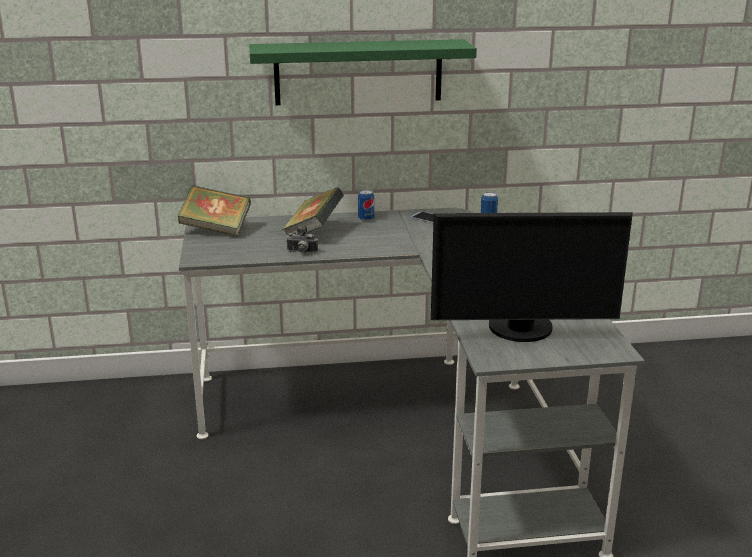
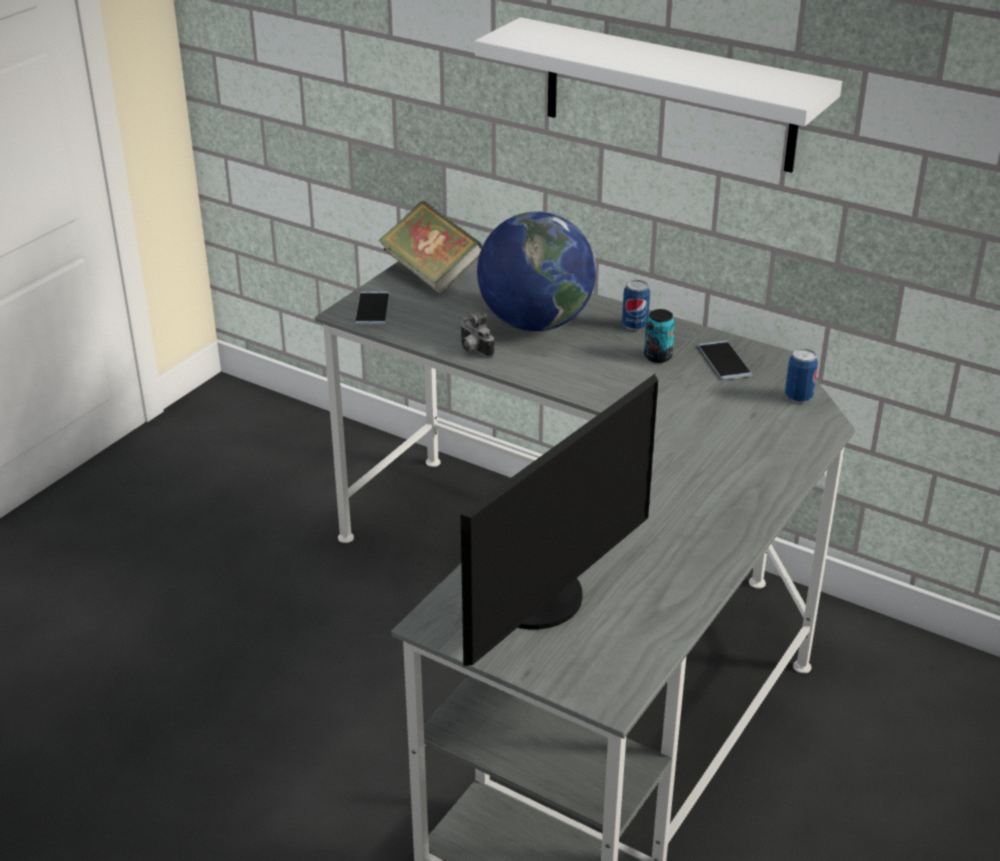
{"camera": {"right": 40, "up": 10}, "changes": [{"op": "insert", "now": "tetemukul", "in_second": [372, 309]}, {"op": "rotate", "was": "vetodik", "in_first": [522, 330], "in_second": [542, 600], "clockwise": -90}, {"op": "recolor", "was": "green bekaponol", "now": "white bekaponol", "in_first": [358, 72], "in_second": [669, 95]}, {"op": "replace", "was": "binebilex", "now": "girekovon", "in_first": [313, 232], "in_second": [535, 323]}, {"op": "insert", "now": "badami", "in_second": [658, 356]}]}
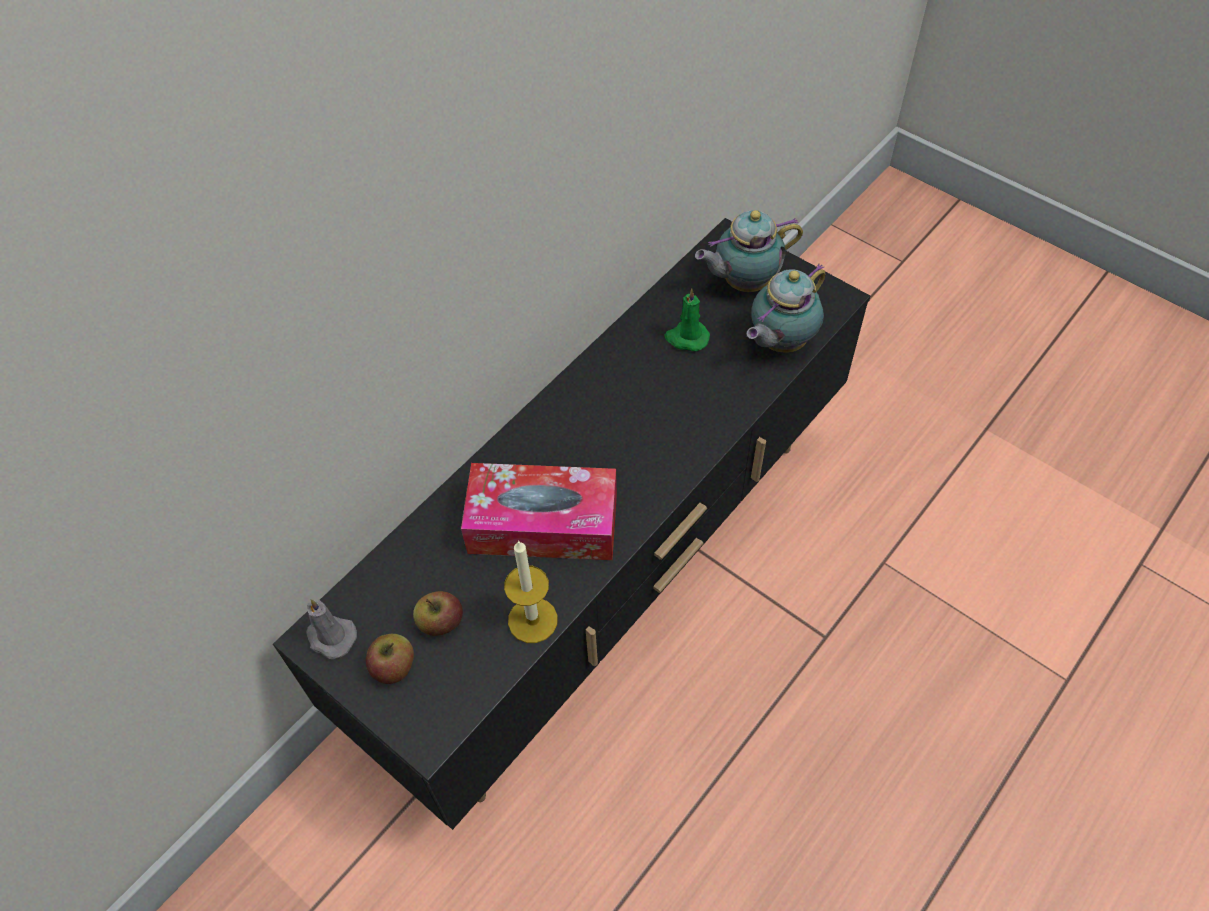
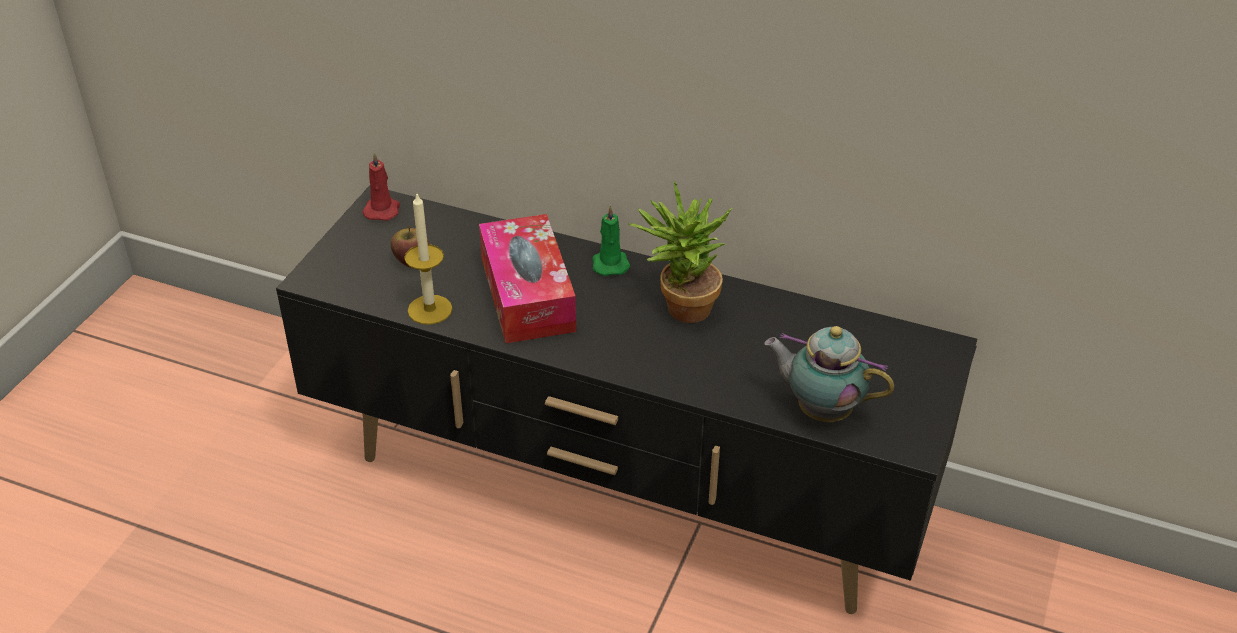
{"camera": {"right": 70, "up": -15}, "changes": [{"op": "recolor", "was": "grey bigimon", "now": "red bigimon", "in_first": [330, 637], "in_second": [382, 209]}, {"op": "move", "was": "green bigimon", "in_first": [686, 338], "in_second": [610, 263]}, {"op": "insert", "now": "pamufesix", "in_second": [679, 309]}, {"op": "delete", "was": "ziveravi", "in_first": [394, 667]}, {"op": "delete", "was": "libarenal", "in_first": [743, 283]}]}
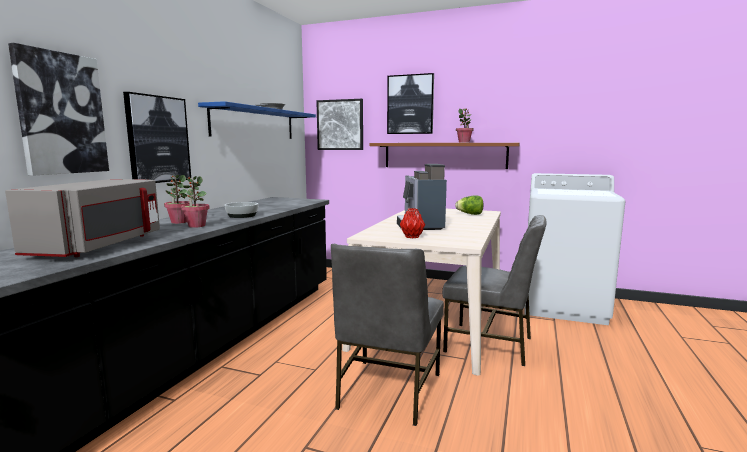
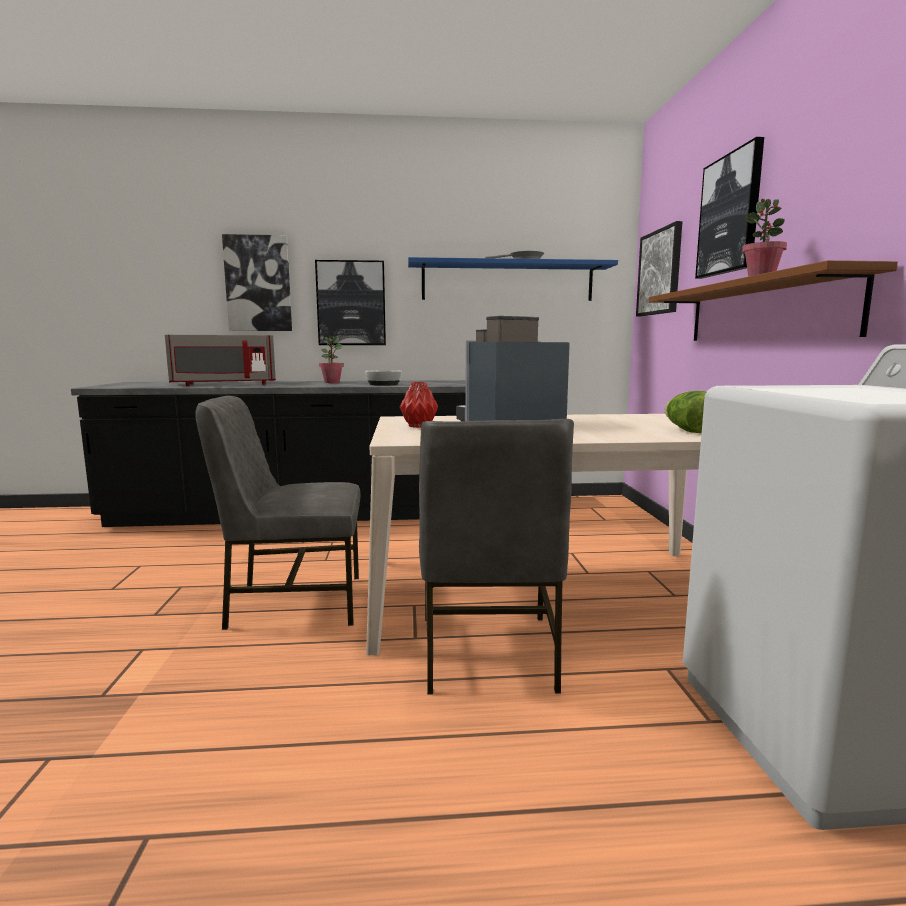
{"camera": {"right": 65, "up": 0}, "changes": [{"op": "delete", "was": "pamufesix", "in_first": [196, 226]}]}
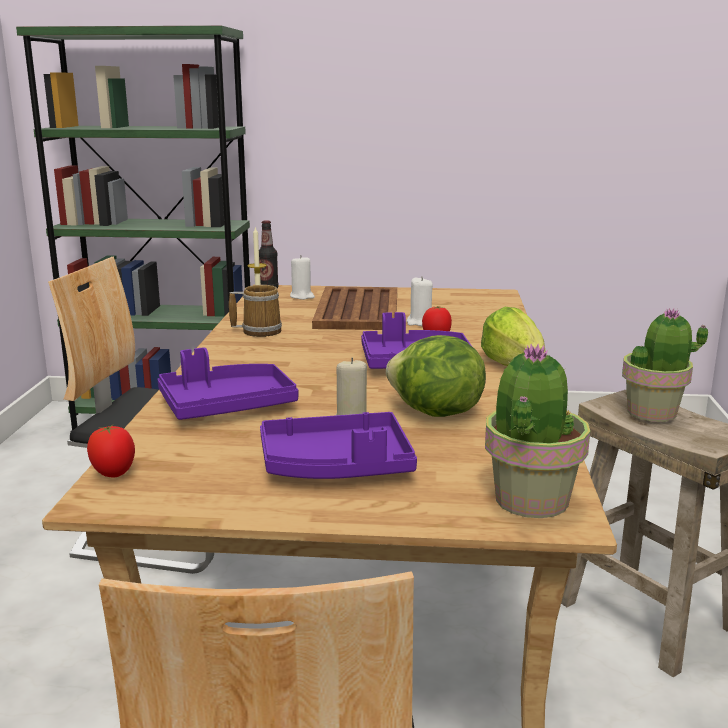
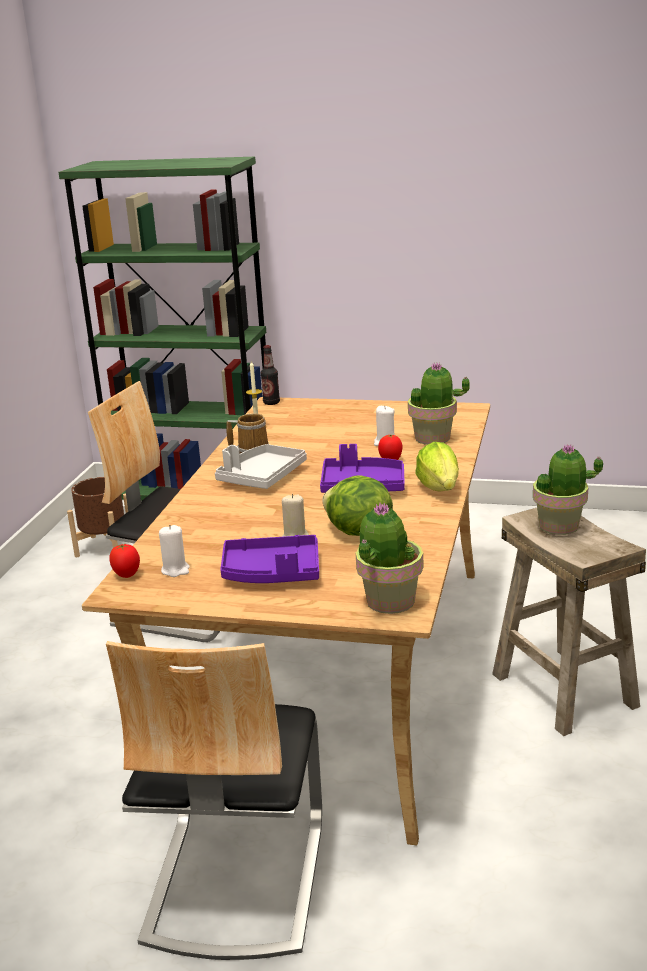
{"camera": {"right": 10, "up": 5}, "changes": [{"op": "insert", "now": "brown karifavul", "in_second": [104, 547]}, {"op": "move", "was": "white bigimon", "in_first": [302, 296], "in_second": [175, 570]}, {"op": "insert", "now": "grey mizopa", "in_second": [262, 477]}, {"op": "insert", "now": "pamufesix", "in_second": [433, 438]}, {"op": "delete", "was": "purple mizopa", "in_first": [226, 406]}, {"op": "delete", "was": "brown mizopa", "in_first": [358, 310]}]}
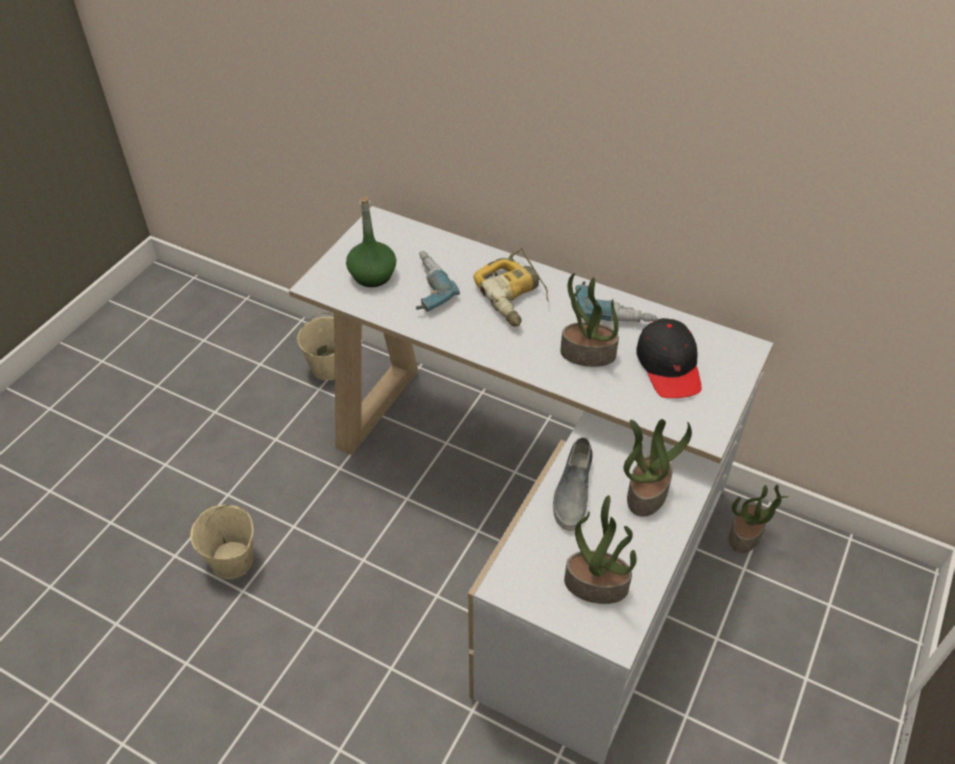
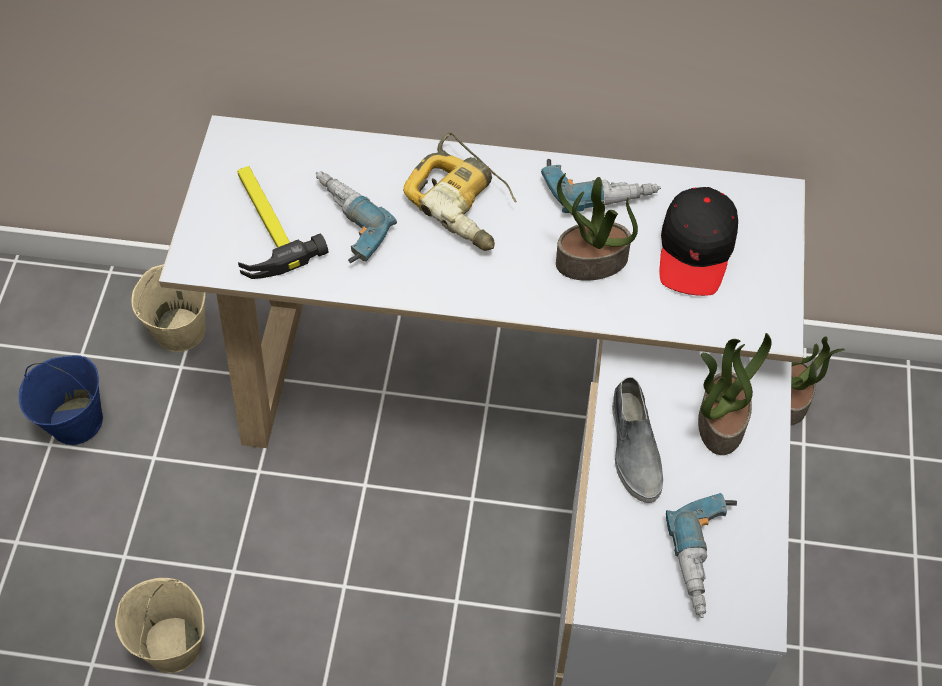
{"camera": {"right": -20, "up": 10}, "changes": [{"op": "insert", "now": "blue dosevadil", "in_second": [76, 421]}, {"op": "replace", "was": "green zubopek", "now": "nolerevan", "in_first": [372, 275], "in_second": [264, 225]}, {"op": "rotate", "was": "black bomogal", "in_first": [669, 366], "in_second": [696, 250], "clockwise": 45}, {"op": "replace", "was": "pamufesix", "now": "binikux", "in_first": [597, 584], "in_second": [709, 560]}]}
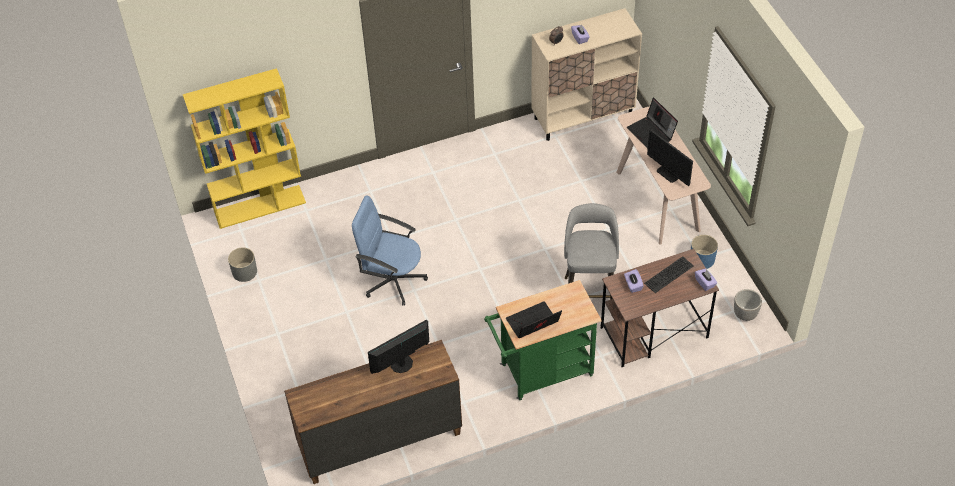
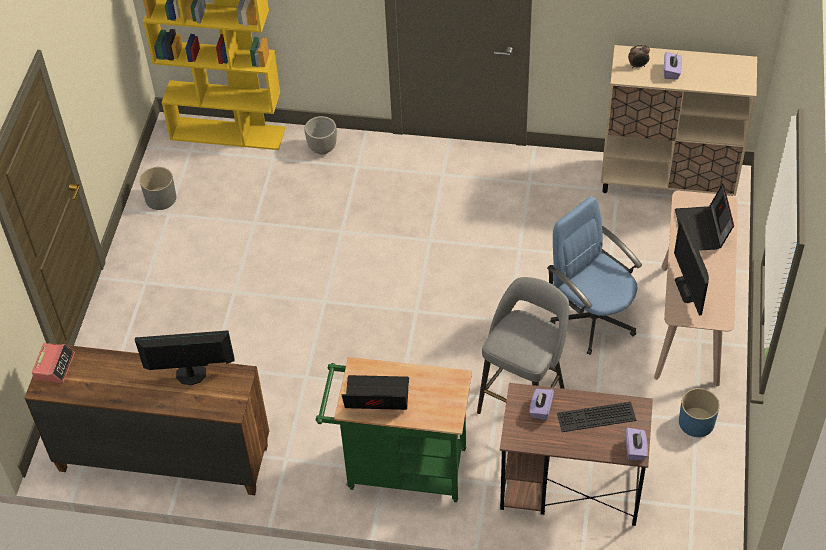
{"camera": {"right": 30, "up": 0}, "changes": [{"op": "insert", "now": "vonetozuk", "in_second": [54, 366]}, {"op": "move", "was": "karifavul", "in_first": [745, 315], "in_second": [322, 149]}, {"op": "move", "was": "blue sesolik", "in_first": [393, 280], "in_second": [592, 318]}]}
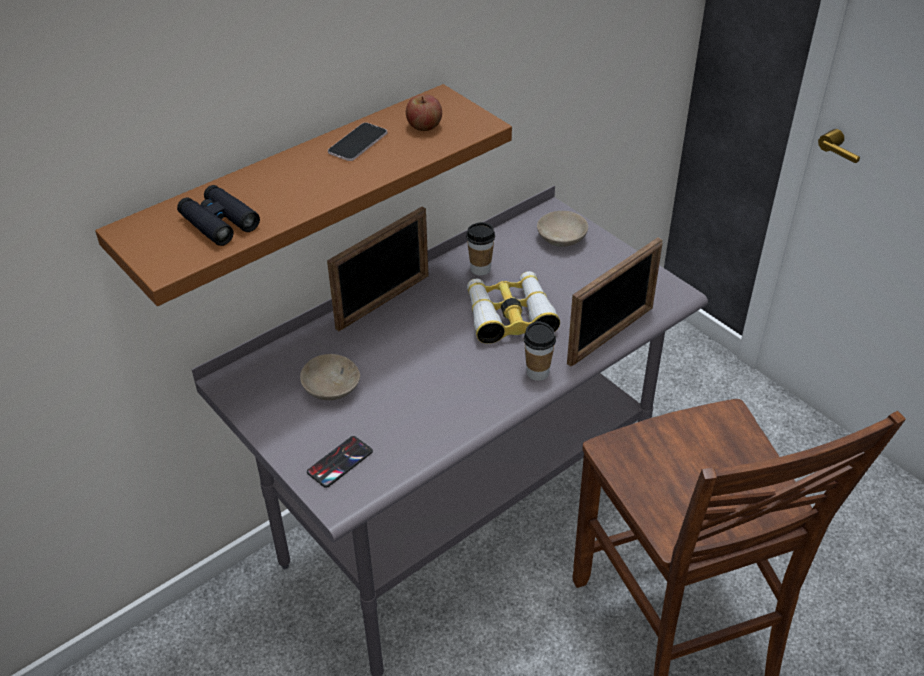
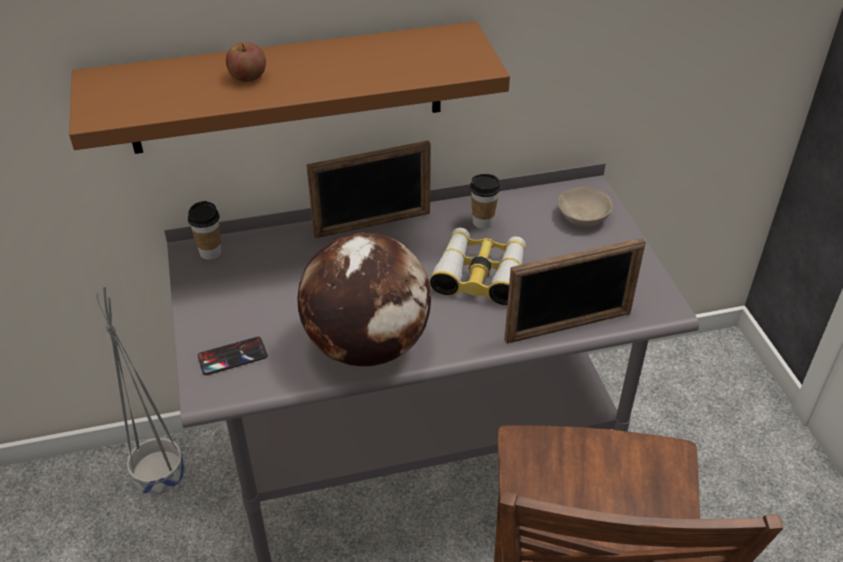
{"camera": {"right": 25, "up": 0}, "changes": [{"op": "insert", "now": "grey karifavul", "in_second": [159, 474]}, {"op": "move", "was": "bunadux", "in_first": [537, 373], "in_second": [210, 252]}, {"op": "move", "was": "ziveravi", "in_first": [424, 126], "in_second": [248, 77]}, {"op": "insert", "now": "girekovon", "in_second": [367, 345]}, {"op": "delete", "was": "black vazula", "in_first": [219, 222]}, {"op": "delete", "was": "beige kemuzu", "in_first": [329, 388]}, {"op": "delete", "was": "tetemukul", "in_first": [358, 143]}]}
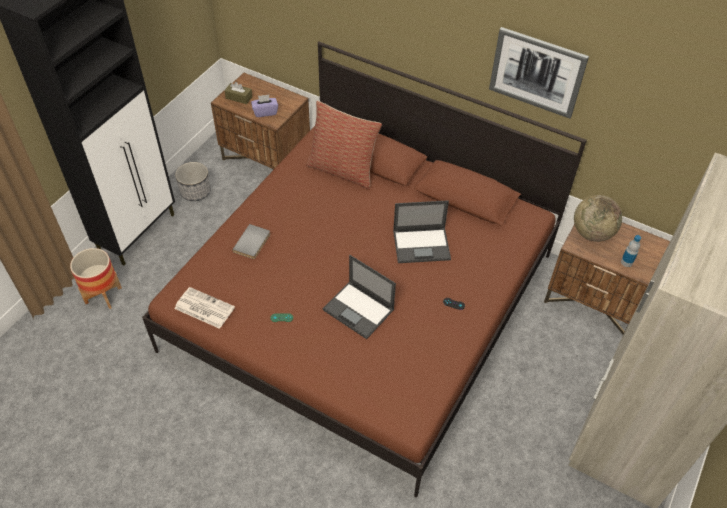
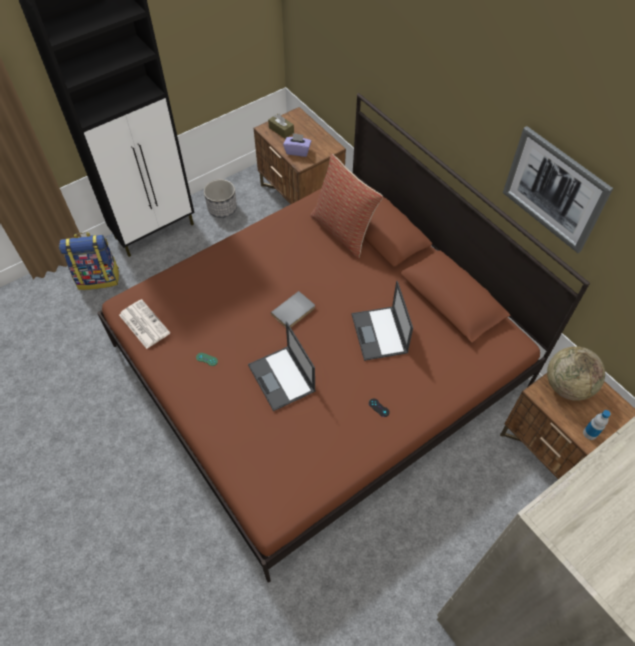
{"camera": {"right": 25, "up": 5}, "changes": [{"op": "replace", "was": "karifavul", "now": "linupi", "in_first": [103, 295], "in_second": [99, 278]}, {"op": "move", "was": "grey binebilex", "in_first": [253, 243], "in_second": [294, 312]}, {"op": "rotate", "was": "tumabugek", "in_first": [422, 245], "in_second": [379, 334], "clockwise": 60}]}
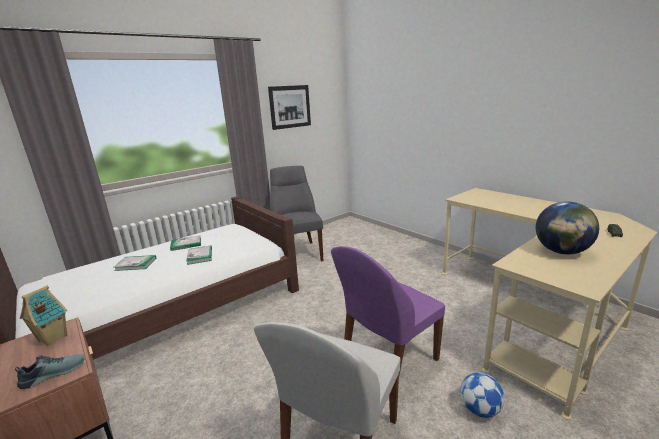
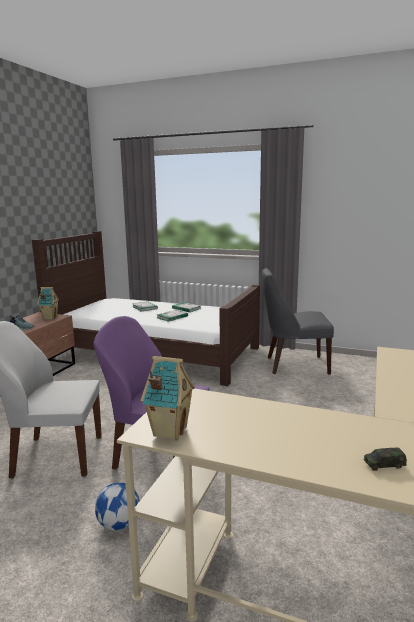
{"camera": {"right": 60, "up": -5}, "changes": [{"op": "insert", "now": "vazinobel", "in_second": [169, 431]}, {"op": "rotate", "was": "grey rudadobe", "in_first": [298, 253], "in_second": [293, 365], "clockwise": -135}, {"op": "delete", "was": "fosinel", "in_first": [290, 107]}, {"op": "delete", "was": "girekovon", "in_first": [561, 252]}]}
